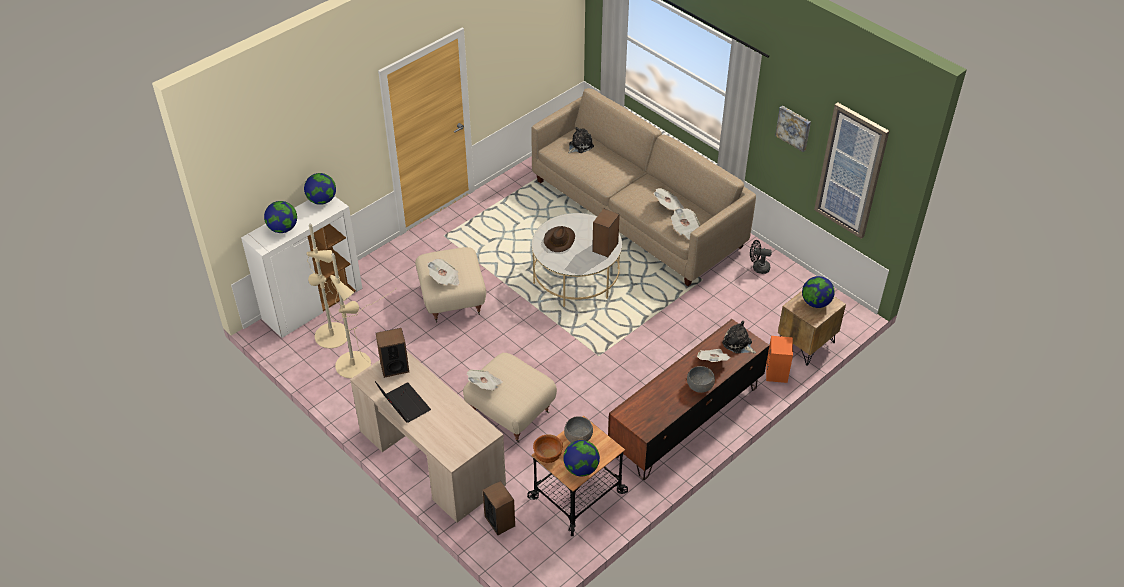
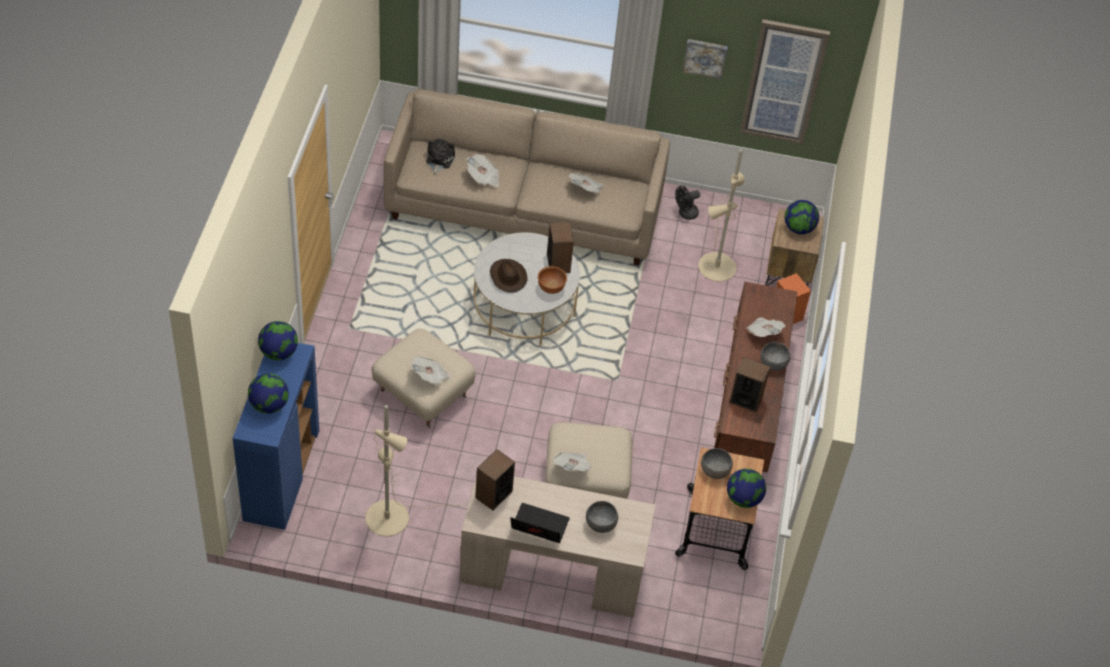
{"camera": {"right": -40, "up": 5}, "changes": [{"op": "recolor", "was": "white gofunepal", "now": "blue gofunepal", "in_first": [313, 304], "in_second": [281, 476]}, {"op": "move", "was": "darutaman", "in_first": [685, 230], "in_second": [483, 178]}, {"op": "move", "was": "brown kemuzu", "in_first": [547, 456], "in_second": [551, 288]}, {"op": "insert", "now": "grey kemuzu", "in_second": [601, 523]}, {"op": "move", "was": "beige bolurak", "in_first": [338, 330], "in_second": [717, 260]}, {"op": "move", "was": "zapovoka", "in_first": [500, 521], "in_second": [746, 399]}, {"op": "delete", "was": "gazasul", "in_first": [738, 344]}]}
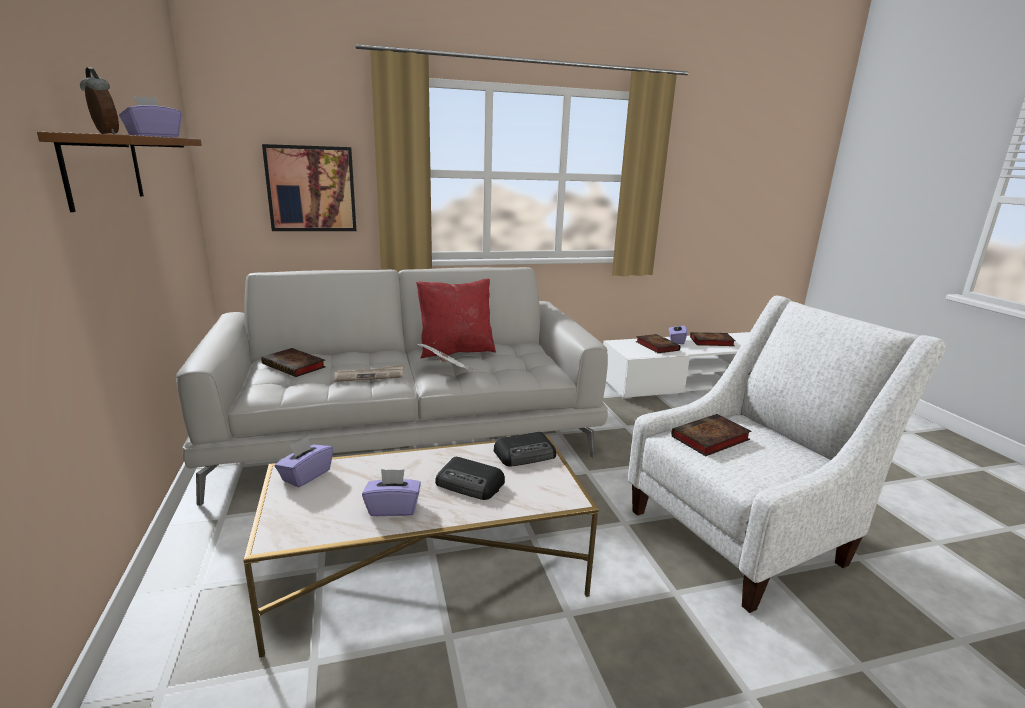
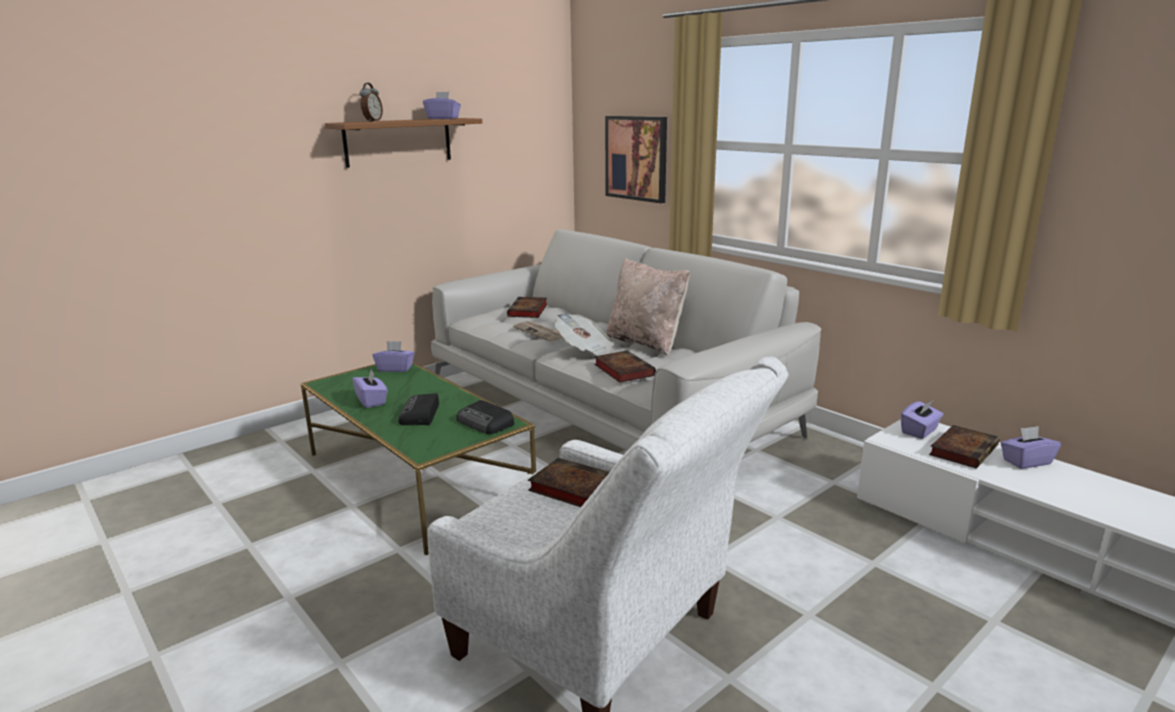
{"camera": {"right": 65, "up": 0}, "changes": [{"op": "recolor", "was": "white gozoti", "now": "green gozoti", "in_first": [427, 569], "in_second": [417, 478]}, {"op": "move", "was": "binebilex", "in_first": [710, 342], "in_second": [622, 370]}, {"op": "recolor", "was": "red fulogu", "now": "beige fulogu", "in_first": [456, 351], "in_second": [646, 342]}, {"op": "insert", "now": "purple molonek", "in_second": [919, 431]}]}
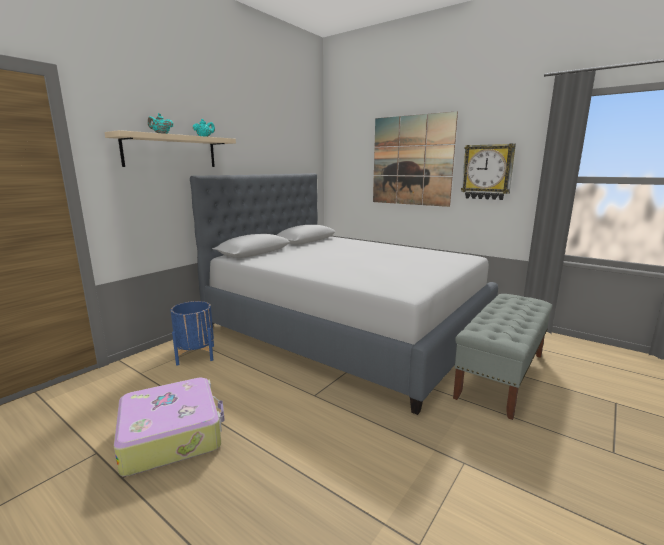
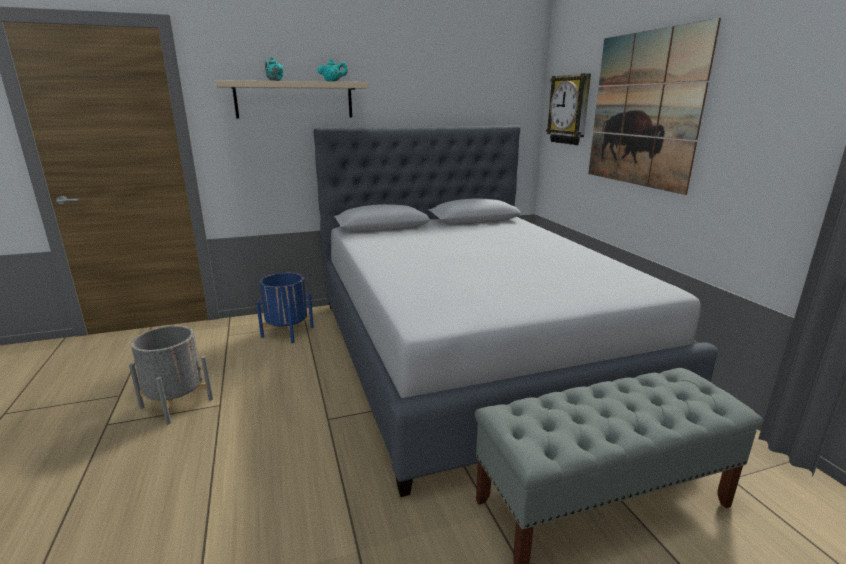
{"camera": {"right": 35, "up": 5}, "changes": [{"op": "replace", "was": "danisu", "now": "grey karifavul", "in_first": [172, 434], "in_second": [177, 403]}, {"op": "move", "was": "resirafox", "in_first": [487, 172], "in_second": [569, 109]}]}
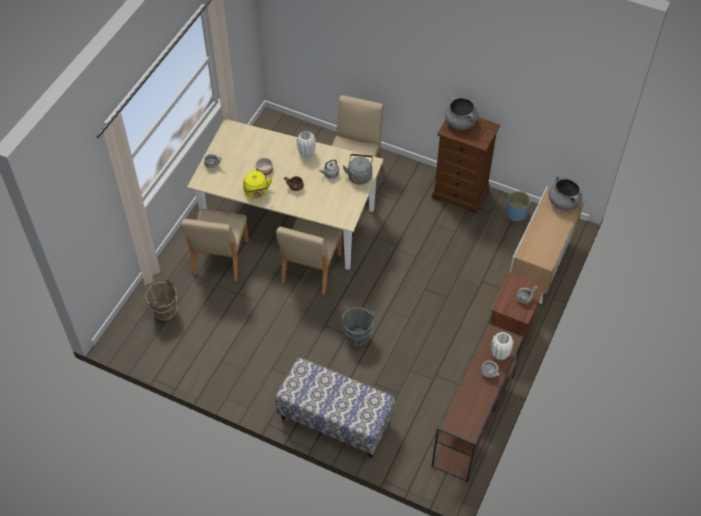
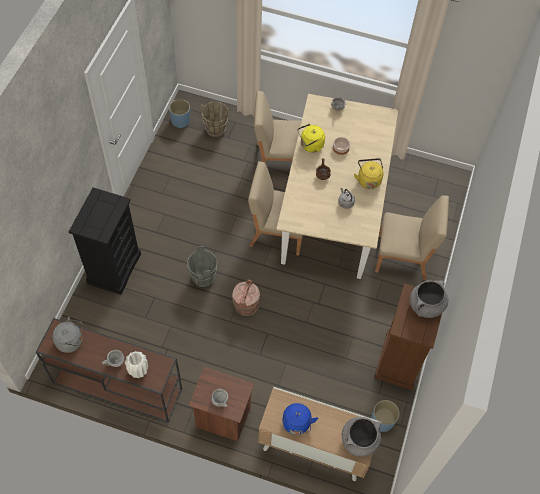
{"camera": {"right": 80, "up": 5}, "changes": [{"op": "move", "was": "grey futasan", "in_first": [359, 175], "in_second": [71, 341]}, {"op": "replace", "was": "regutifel", "now": "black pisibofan", "in_first": [335, 420], "in_second": [114, 268]}, {"op": "insert", "now": "blue karifavul", "in_second": [180, 121]}, {"op": "insert", "now": "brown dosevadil", "in_second": [245, 305]}, {"op": "insert", "now": "blue futasan", "in_second": [296, 424]}, {"op": "replace", "was": "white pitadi", "now": "yellow futasan", "in_first": [306, 153], "in_second": [368, 179]}]}
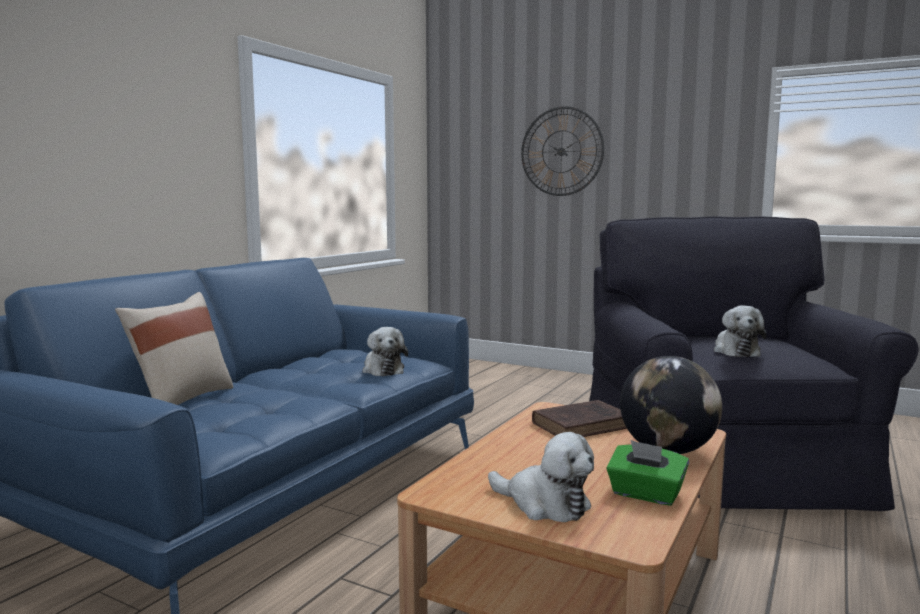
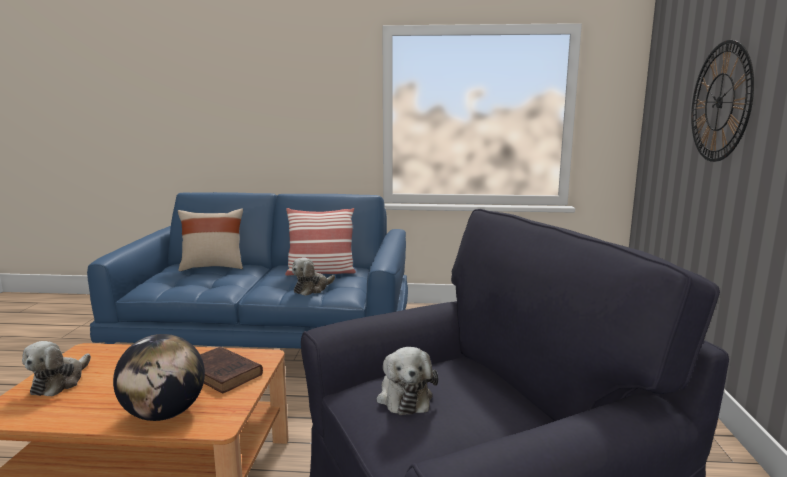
{"camera": {"right": 65, "up": 5}, "changes": [{"op": "insert", "now": "fulogu", "in_second": [321, 272]}, {"op": "rotate", "was": "gazasul", "in_first": [735, 351], "in_second": [404, 396], "clockwise": -75}, {"op": "delete", "was": "green molonek", "in_first": [645, 494]}]}
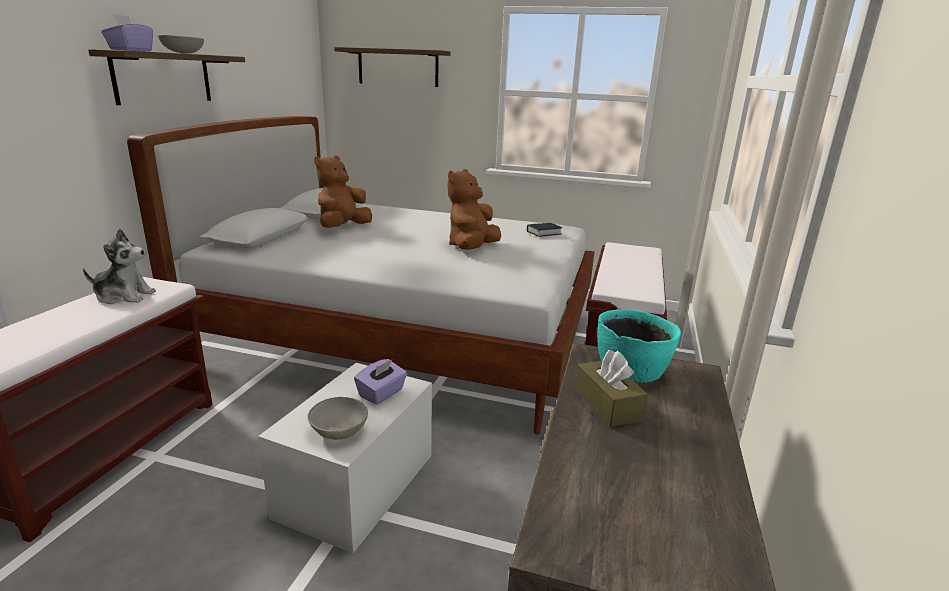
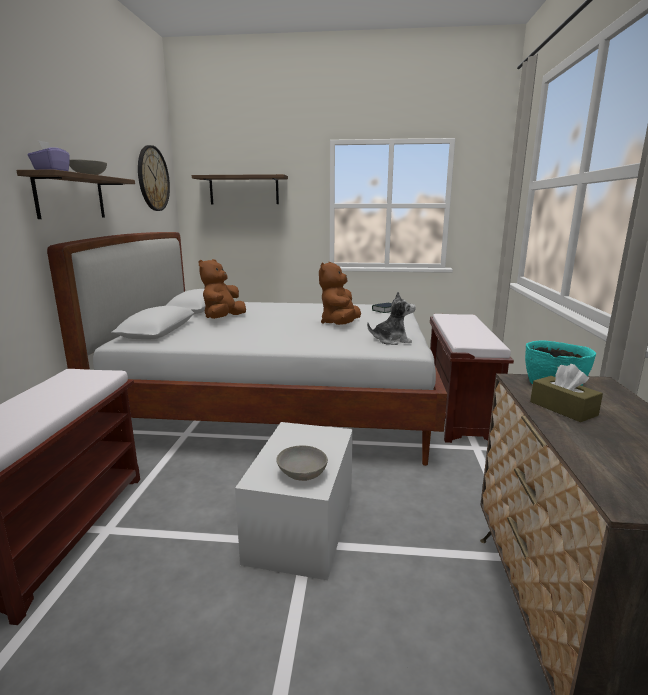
{"camera": {"right": -10, "up": -5}, "changes": [{"op": "insert", "now": "resirafox", "in_second": [153, 178]}, {"op": "move", "was": "gazasul", "in_first": [124, 296], "in_second": [391, 340]}, {"op": "delete", "was": "purple molonek", "in_first": [382, 393]}]}
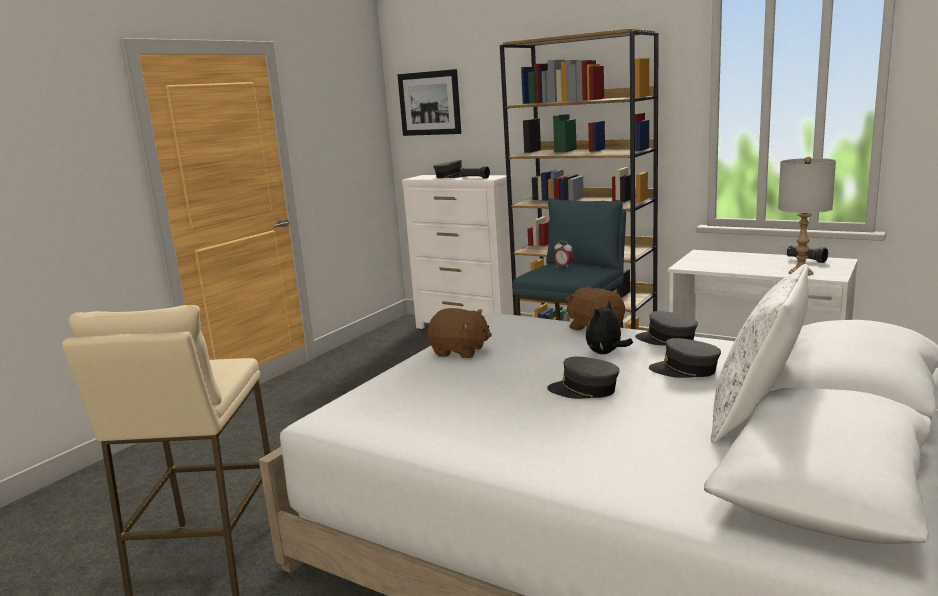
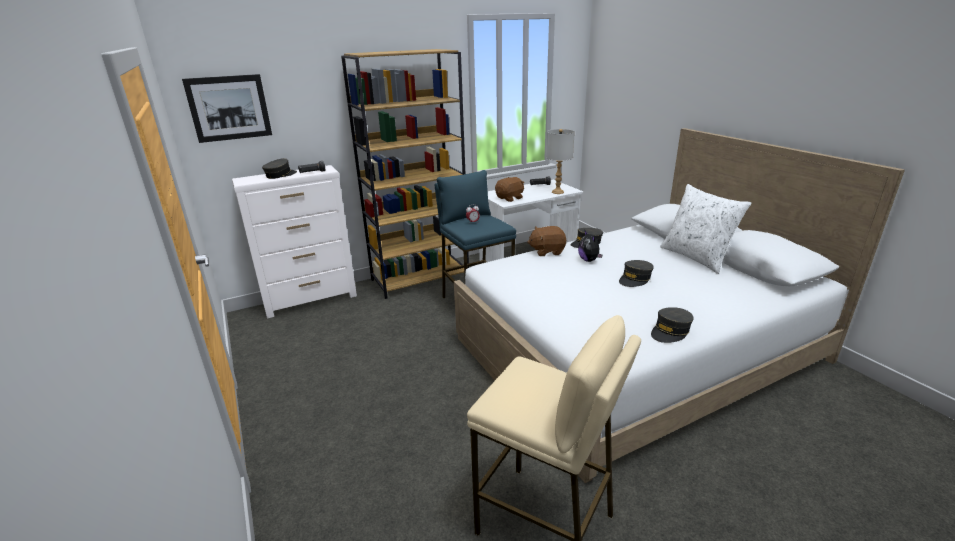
{"camera": {"right": -60, "up": 10}, "changes": [{"op": "move", "was": "brown gazasul", "in_first": [459, 351], "in_second": [510, 198]}, {"op": "move", "was": "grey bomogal", "in_first": [685, 370], "in_second": [670, 331]}]}
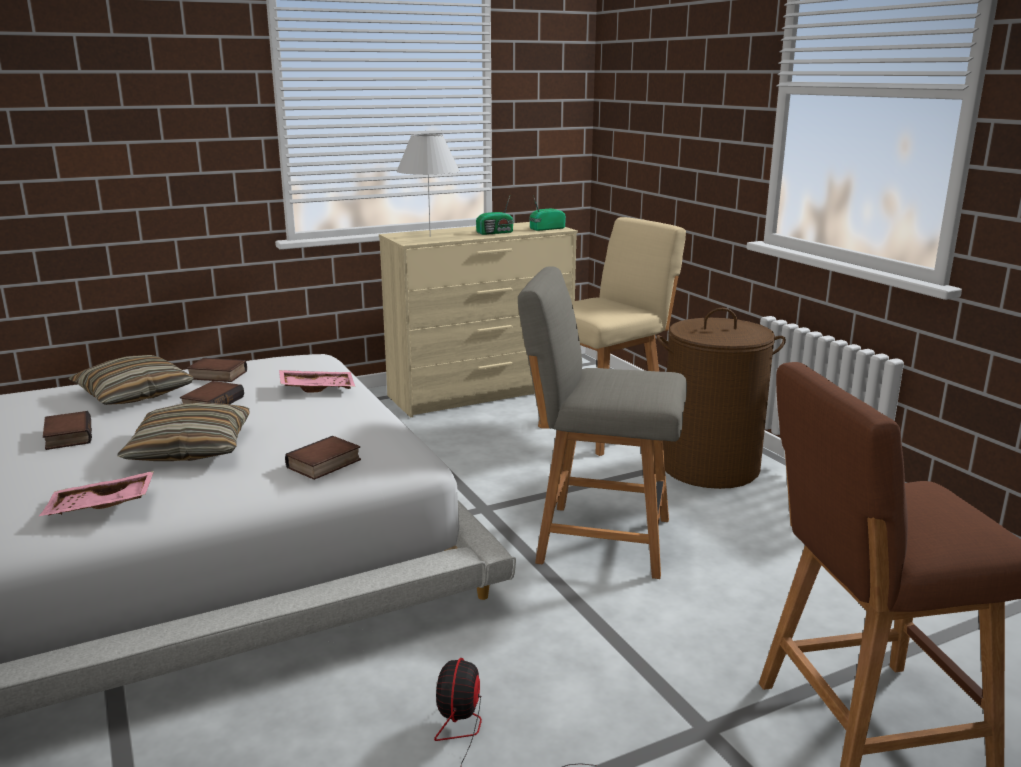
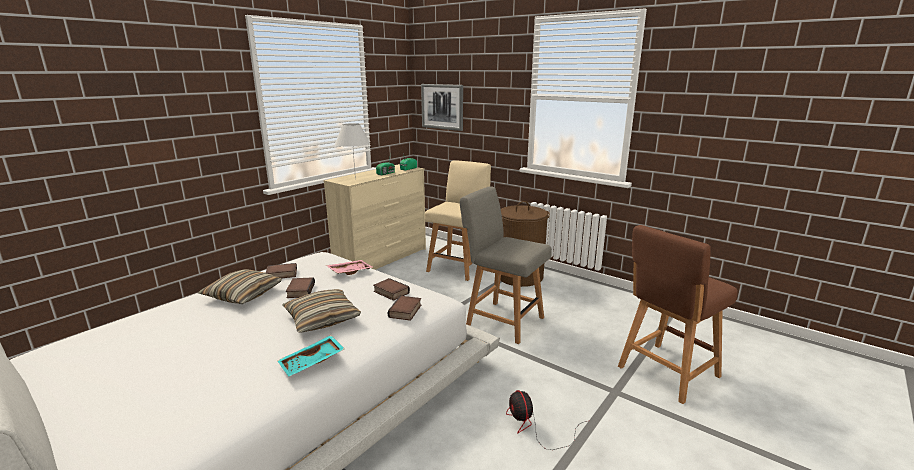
{"camera": {"right": -25, "up": 0}, "changes": [{"op": "recolor", "was": "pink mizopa", "now": "turquoise mizopa", "in_first": [100, 507], "in_second": [312, 363]}, {"op": "move", "was": "binebilex", "in_first": [66, 436], "in_second": [390, 292]}, {"op": "insert", "now": "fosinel", "in_second": [442, 106]}, {"op": "rotate", "was": "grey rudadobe", "in_first": [598, 539], "in_second": [502, 321], "clockwise": 45}]}
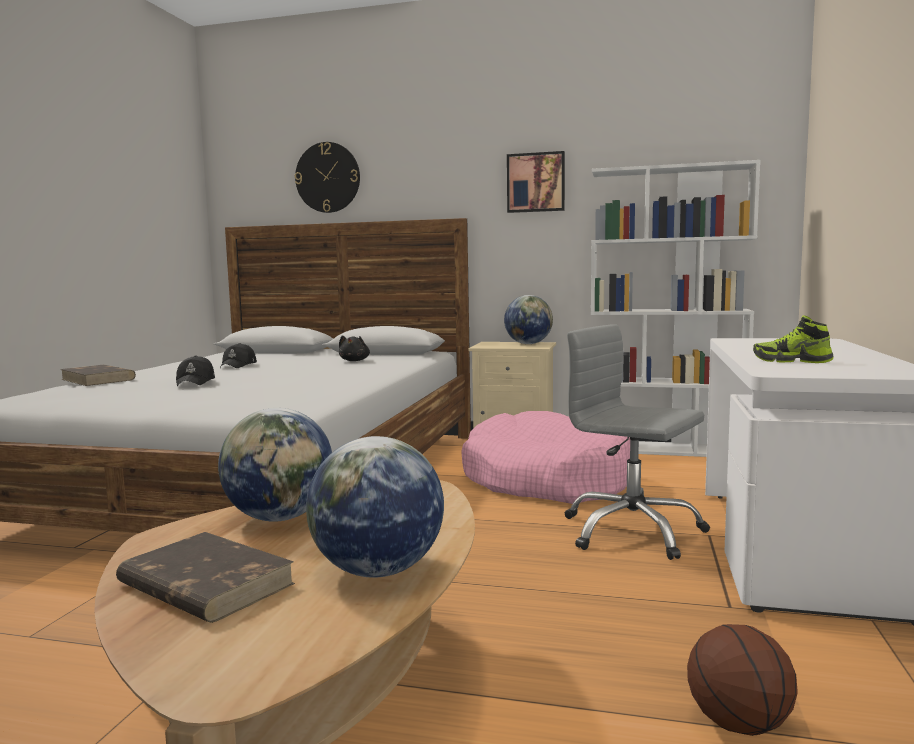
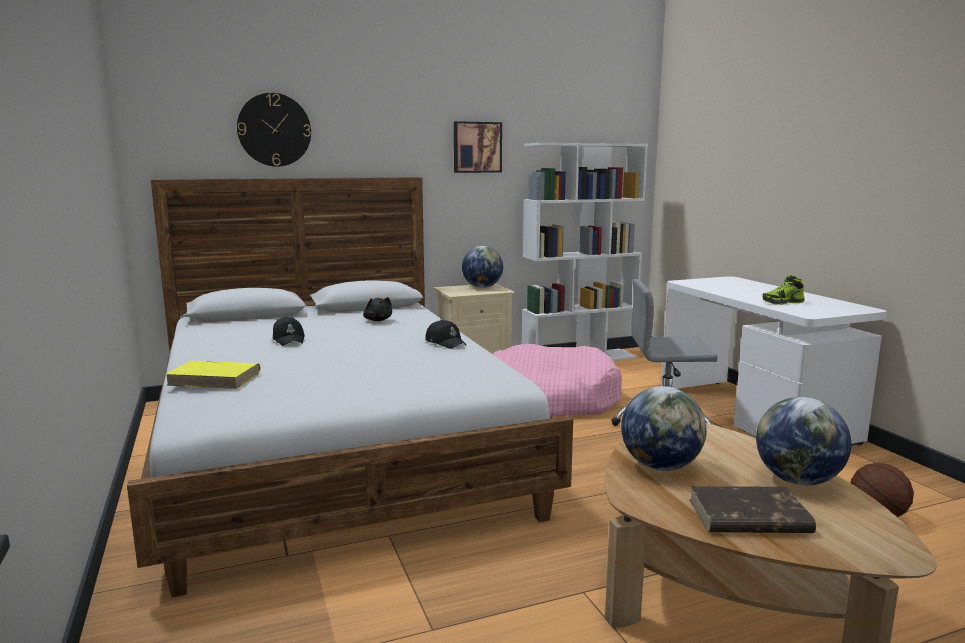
{"camera": {"right": -35, "up": 5}, "changes": [{"op": "recolor", "was": "brown binebilex", "now": "yellow binebilex", "in_first": [98, 379], "in_second": [215, 379]}, {"op": "move", "was": "black bomogal", "in_first": [196, 382], "in_second": [445, 342]}]}
